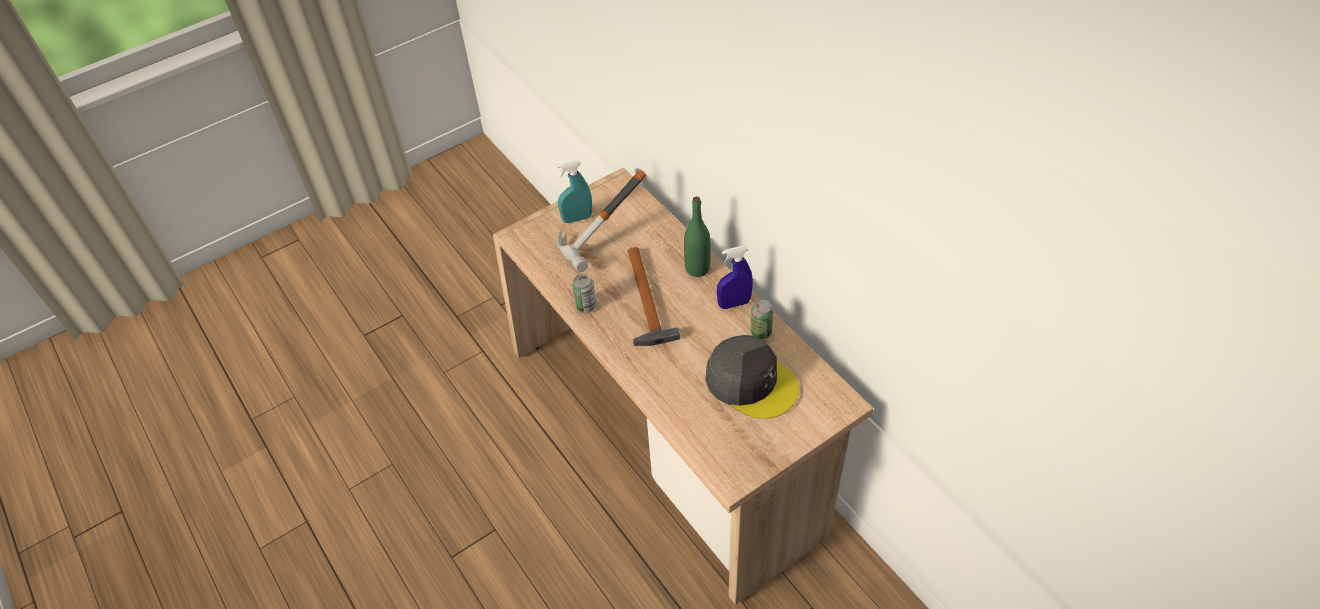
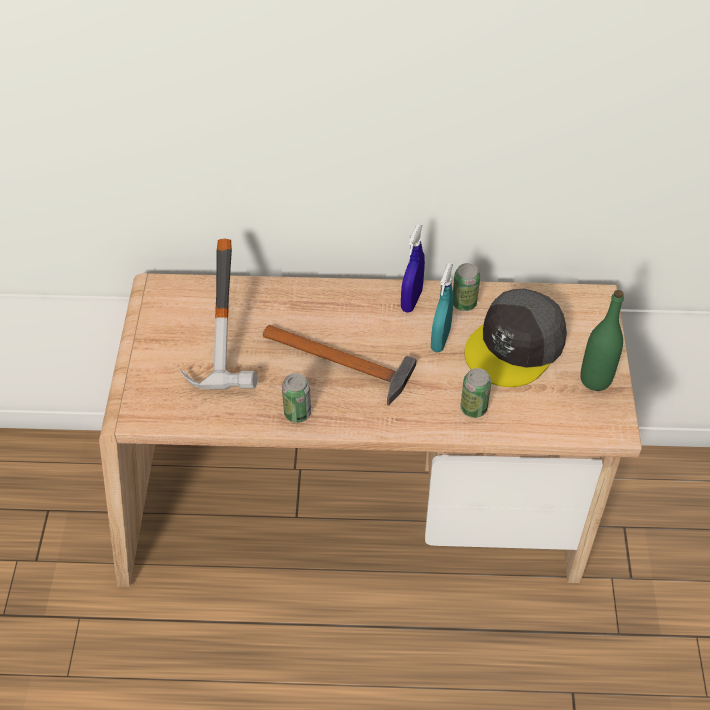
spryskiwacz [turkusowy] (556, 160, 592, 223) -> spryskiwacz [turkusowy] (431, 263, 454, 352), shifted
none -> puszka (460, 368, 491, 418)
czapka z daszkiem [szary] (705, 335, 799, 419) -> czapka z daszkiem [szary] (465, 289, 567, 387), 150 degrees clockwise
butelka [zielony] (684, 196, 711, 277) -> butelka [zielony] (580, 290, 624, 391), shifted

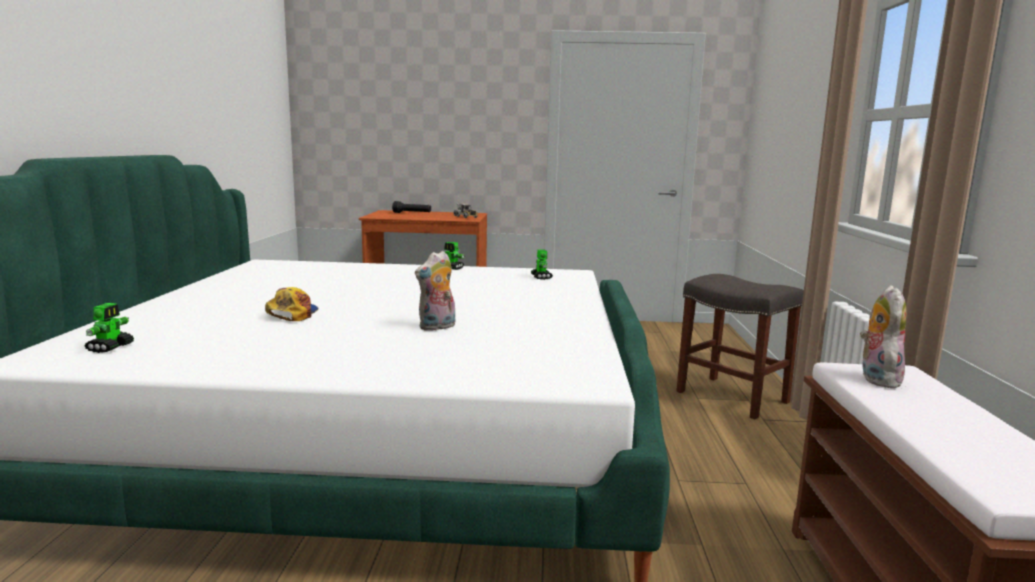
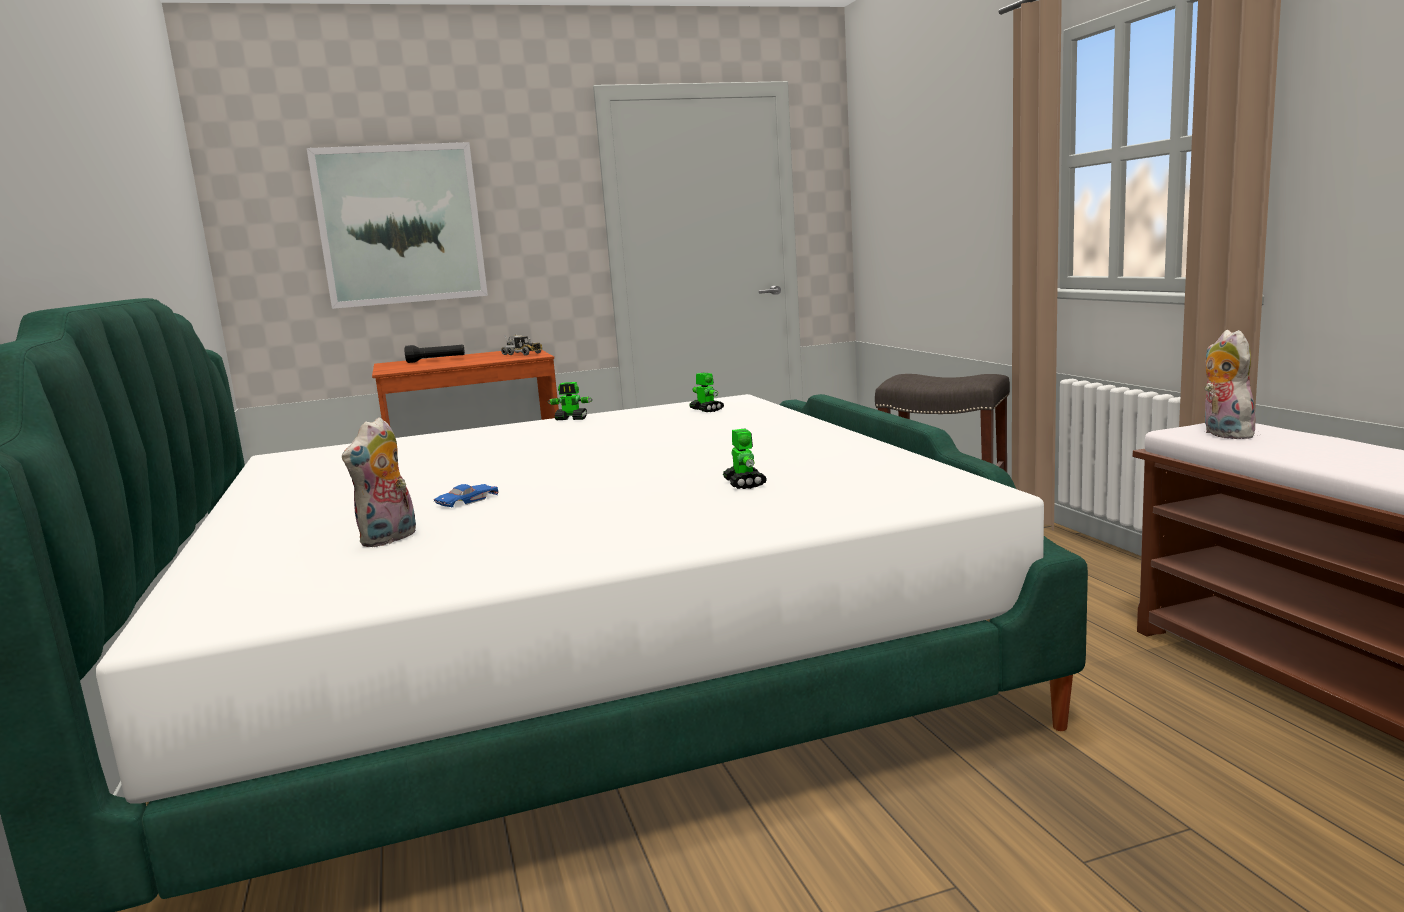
none -> obraz (307, 142, 488, 309)
pluszak (415, 251, 455, 331) -> pluszak (342, 417, 416, 547), shifted
czapka z daszkiem (265, 287, 319, 321) -> samochodzik [niebieski] (434, 484, 499, 507)
robot zabawkowy (84, 303, 134, 353) -> robot zabawkowy (723, 429, 767, 489), shifted

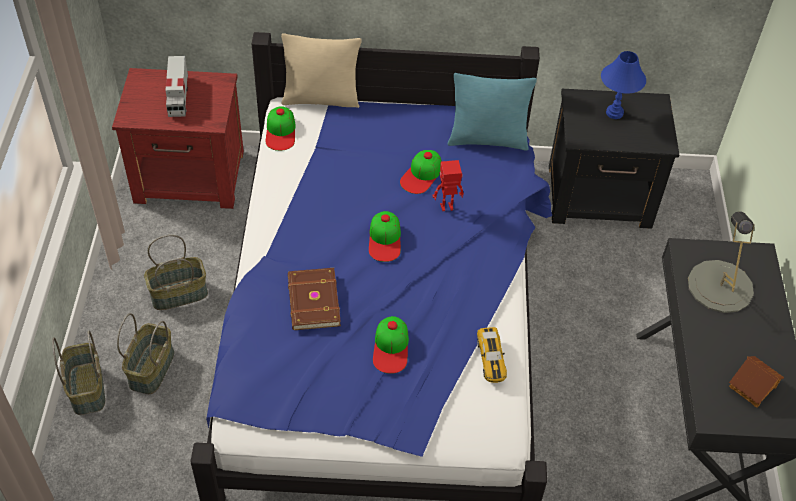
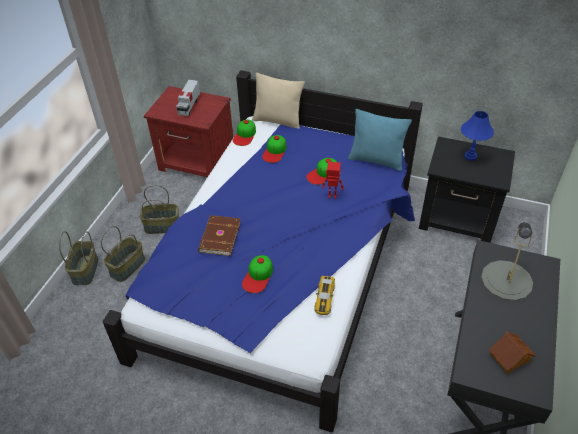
czapka z daszkiem (369, 211, 401, 262) -> czapka z daszkiem (262, 135, 286, 163), shifted

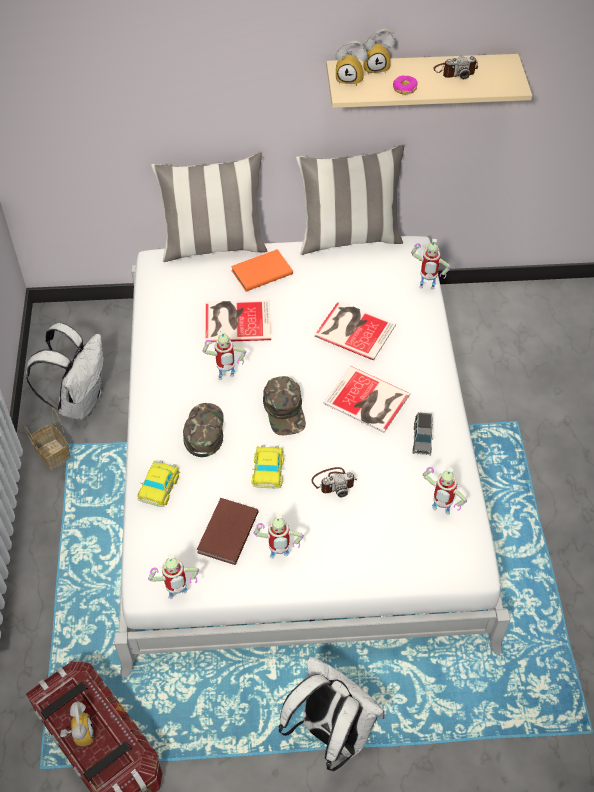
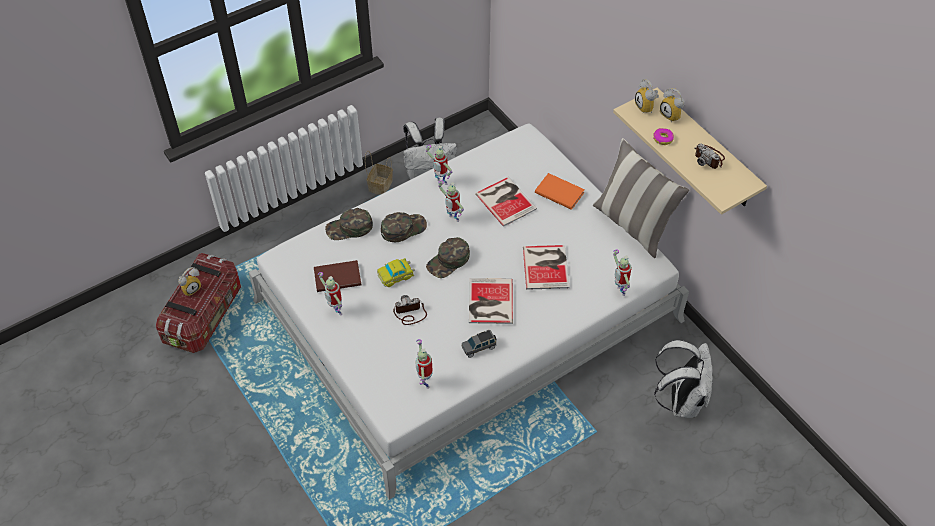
samochodzik (138, 460, 180, 507) -> czapka z daszkiem [zielony] (325, 208, 373, 240)
aparat fotograficzny (311, 467, 357, 497) -> aparat fotograficzny (393, 295, 427, 325), 120 degrees clockwise
robot zabawkowy (148, 553, 199, 599) -> robot zabawkowy (426, 145, 452, 185), shifted
plecak [biały] (279, 656, 385, 771) -> plecak [biały] (654, 340, 712, 418), shifted
poduszka (151, 153, 268, 262) -> none

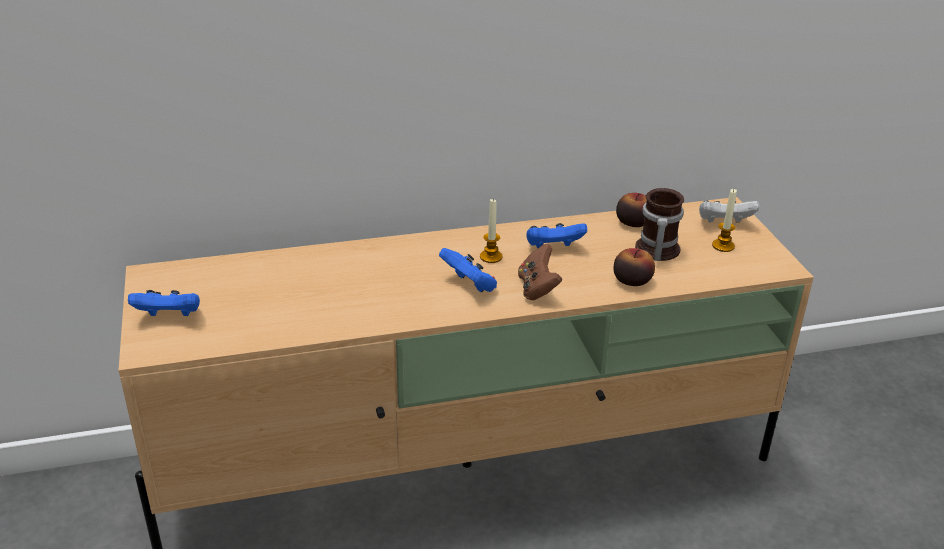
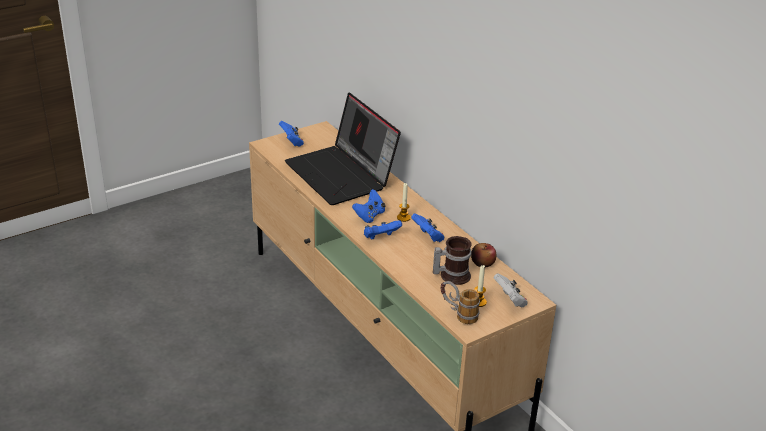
none -> laptop (285, 92, 401, 205)
pad do gier [brązowy] (518, 244, 562, 300) -> pad do gier [niebieski] (364, 220, 402, 240)
none -> kubek (440, 281, 480, 324)
jabłko (614, 248, 655, 286) -> none

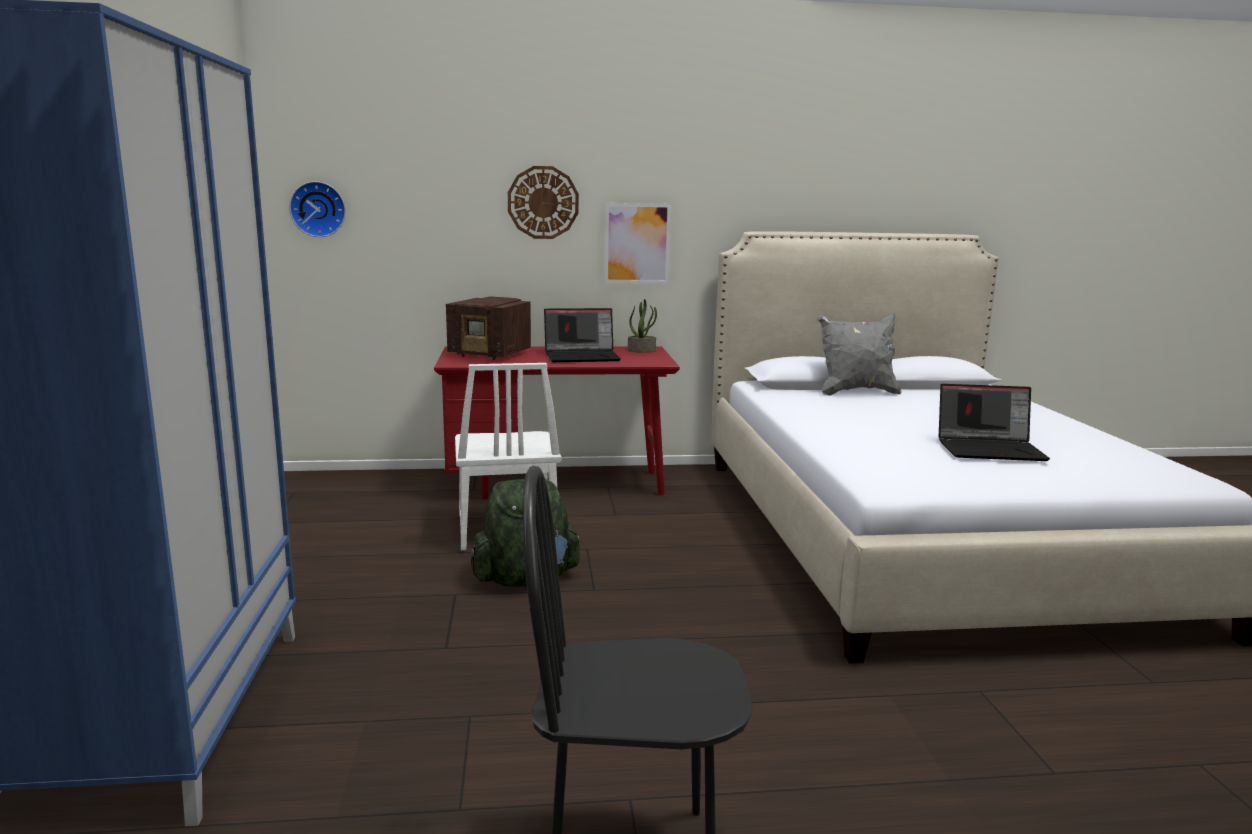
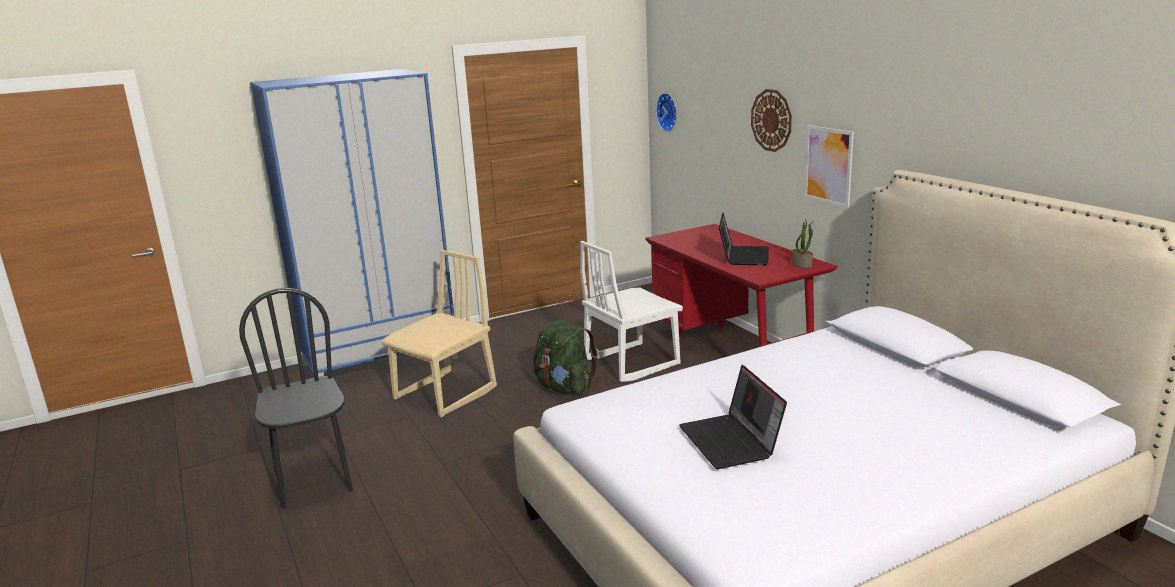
none -> krzesło [beżowy] (381, 250, 497, 417)
laptop (544, 308, 621, 362) -> laptop (719, 213, 769, 265), 135 degrees counterclockwise
radio (446, 296, 531, 360) -> none
poduszka [szary] (817, 314, 901, 396) -> none

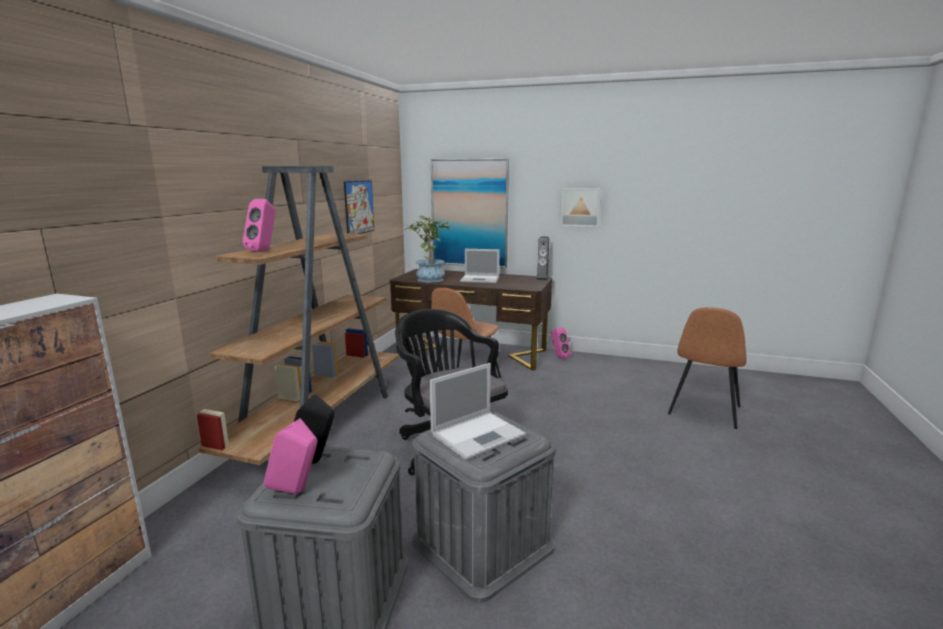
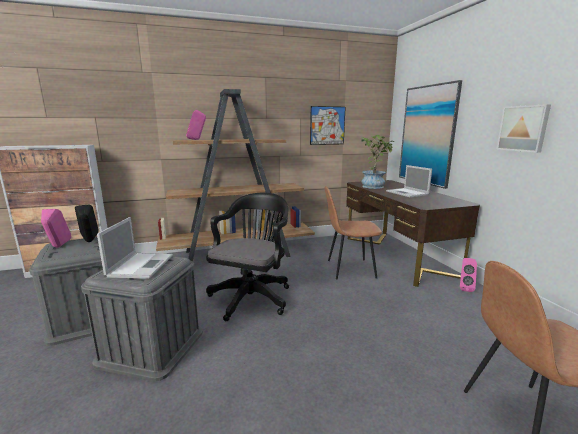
laptop (430, 363, 526, 460) -> laptop (97, 217, 173, 279), 105 degrees counterclockwise
głośnik (536, 236, 549, 280) -> none

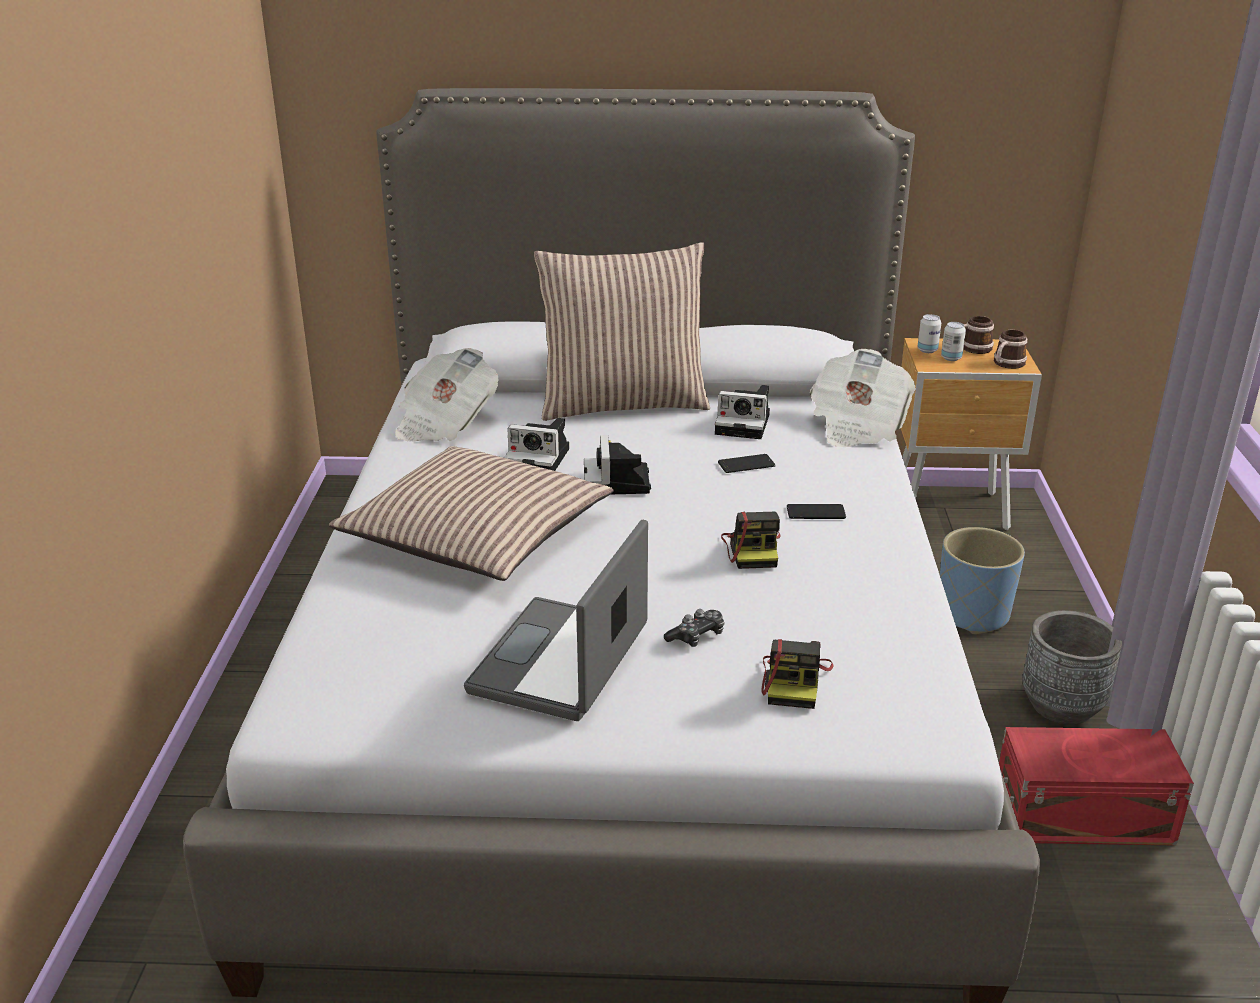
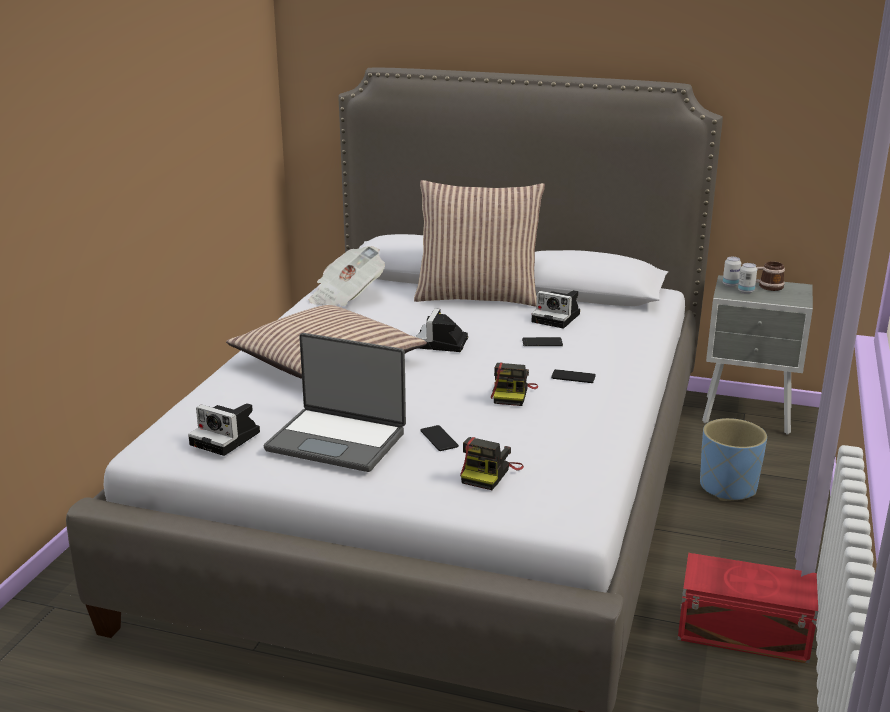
aparat fotograficzny (504, 418, 569, 471) -> aparat fotograficzny (188, 403, 260, 456), shifted
laptop (464, 520, 648, 721) -> laptop (264, 333, 406, 472), 105 degrees counterclockwise
pad do gier (664, 609, 724, 647) -> telefon (421, 425, 459, 451)
szafka nocna [brązowy] (901, 338, 1042, 530) -> szafka nocna [szary] (702, 275, 813, 435)
gazeta (810, 349, 916, 447) -> none
kubek (994, 330, 1027, 369) -> none
donica [szary] (1022, 610, 1122, 725) -> none

